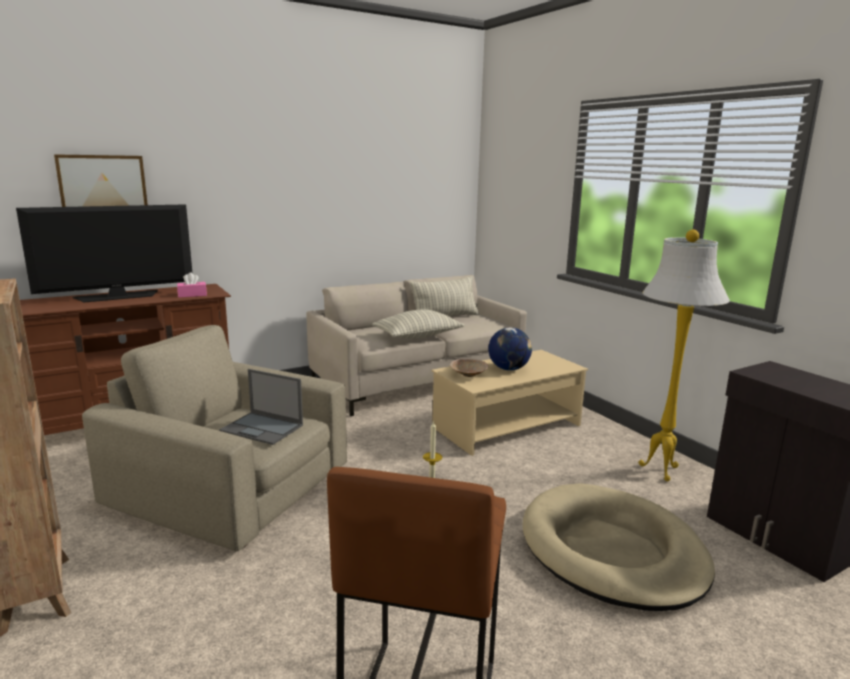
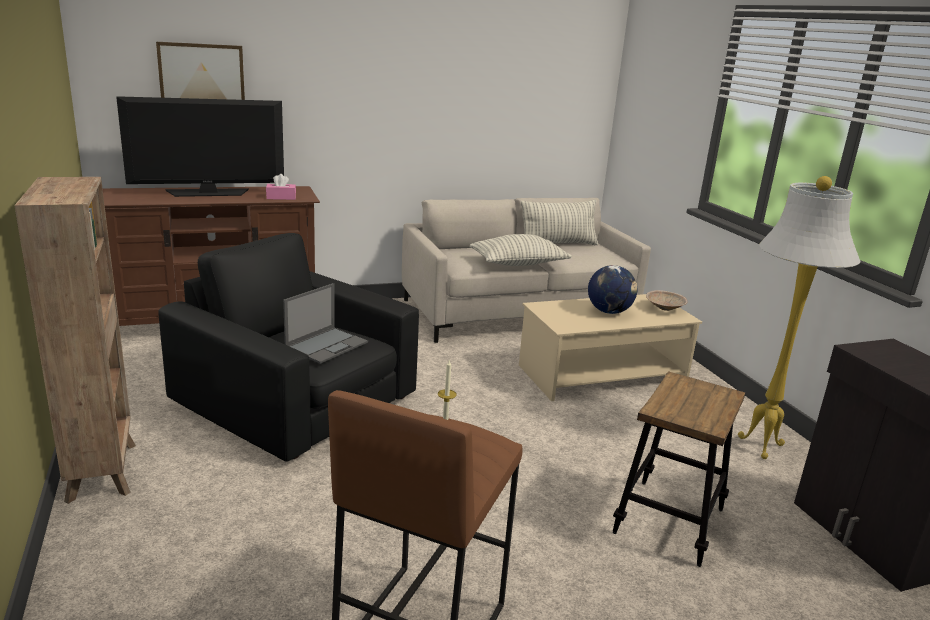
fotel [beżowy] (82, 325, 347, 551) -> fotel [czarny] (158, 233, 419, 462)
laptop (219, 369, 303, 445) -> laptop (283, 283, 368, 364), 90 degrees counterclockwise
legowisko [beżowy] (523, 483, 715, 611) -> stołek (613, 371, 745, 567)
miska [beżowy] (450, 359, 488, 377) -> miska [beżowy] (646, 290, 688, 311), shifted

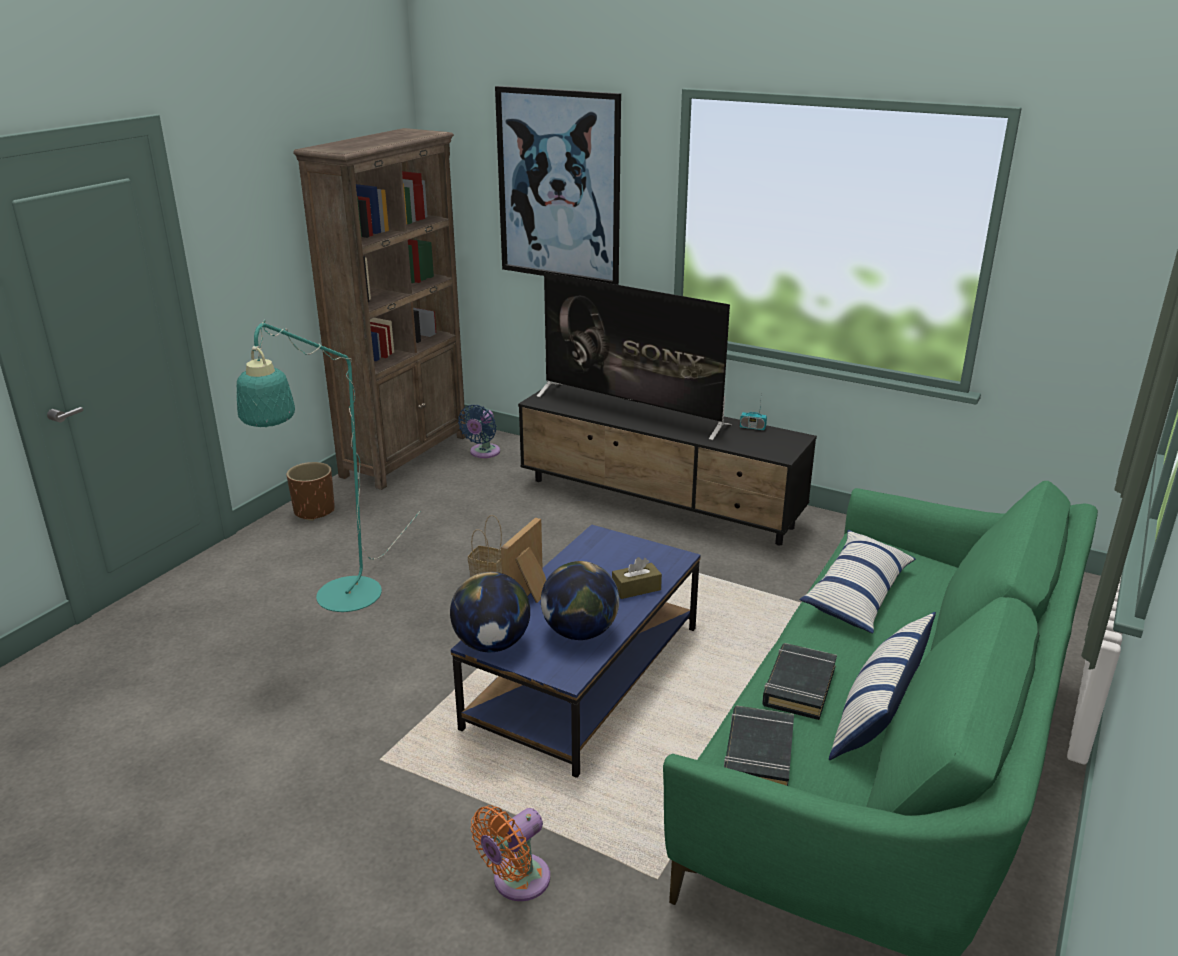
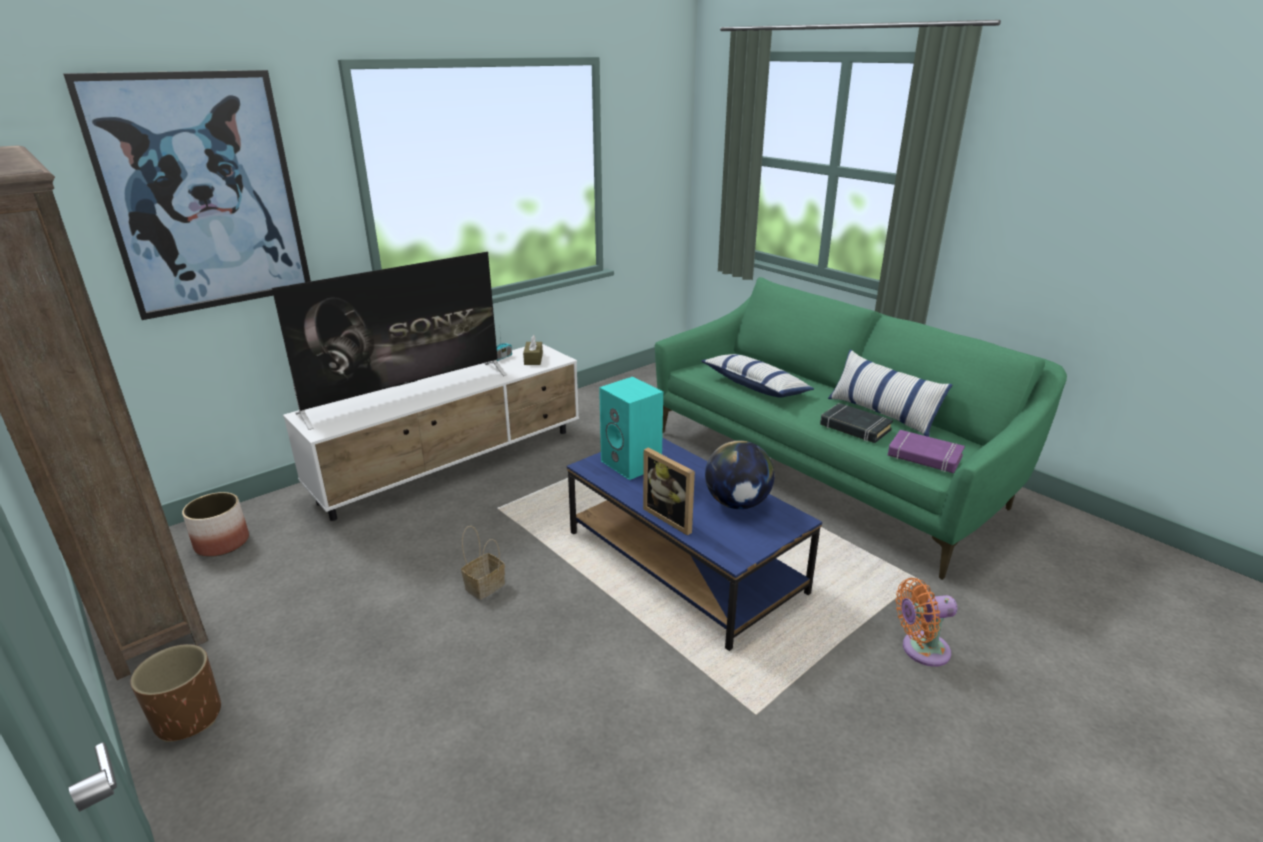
wentylator [niebieski] (458, 405, 500, 458) -> donica (182, 492, 249, 557)
szafka pod telewizor [czarny] (518, 382, 817, 545) -> szafka pod telewizor [biały] (283, 344, 579, 521)
pudełko chusteczek [brązowy] (612, 557, 662, 599) -> pudełko chusteczek [brązowy] (523, 335, 543, 365), shifted
none -> głośnik [turkusowy] (599, 377, 663, 480)
książka [czarny] (724, 706, 794, 786) -> książka [fioletowy] (888, 430, 965, 473)
wentylator [pomarańczowy] (471, 805, 550, 901) -> wentylator [pomarańczowy] (896, 578, 957, 667), 105 degrees clockwise
lampa stojąca [turkusowy] (237, 319, 420, 612) -> none
globus (450, 572, 530, 652) -> none

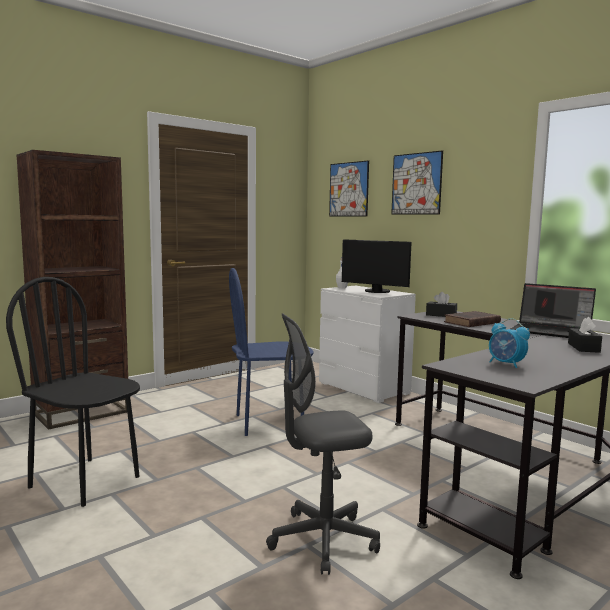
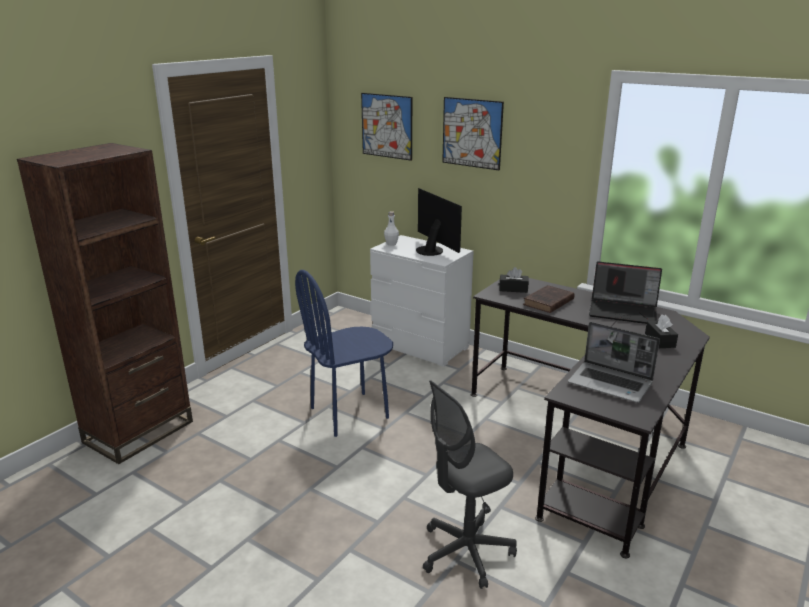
monitor (342, 239, 411, 293) -> monitor (416, 188, 462, 256), 135 degrees counterclockwise
budzik (489, 318, 530, 368) -> laptop (568, 322, 660, 403)
krzesło [czarny] (6, 277, 140, 507) -> none

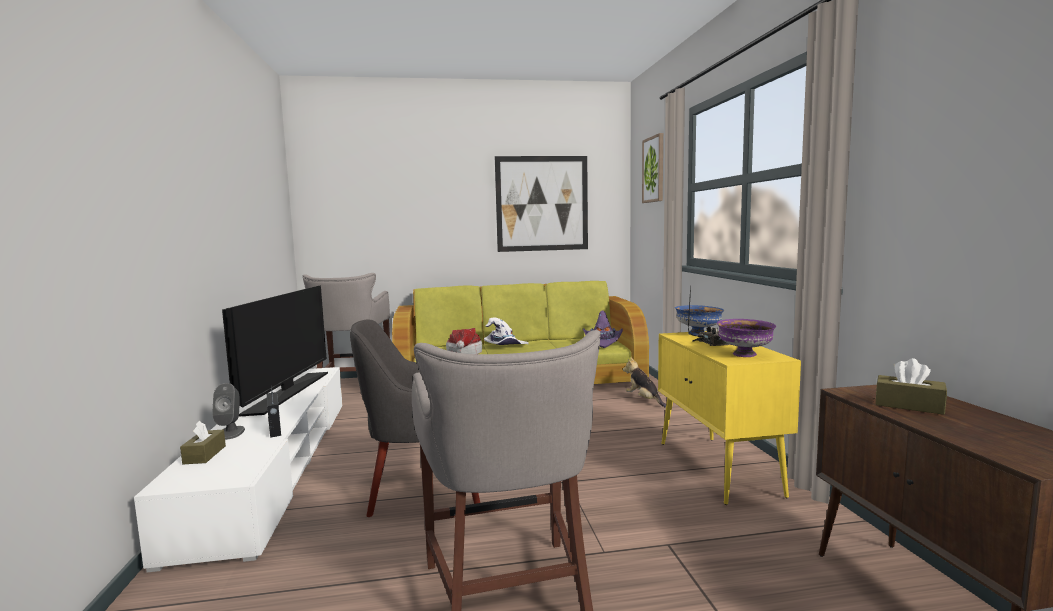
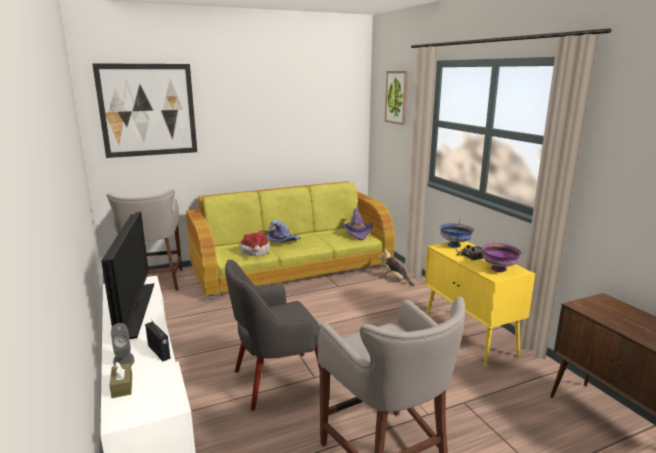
obraz (495, 156, 588, 252) -> obraz (92, 63, 197, 158), shifted
kapelusz [biały] (484, 317, 529, 345) -> kapelusz [fioletowy] (266, 220, 301, 243)
pudełko chusteczek [brązowy] (876, 358, 947, 415) -> none

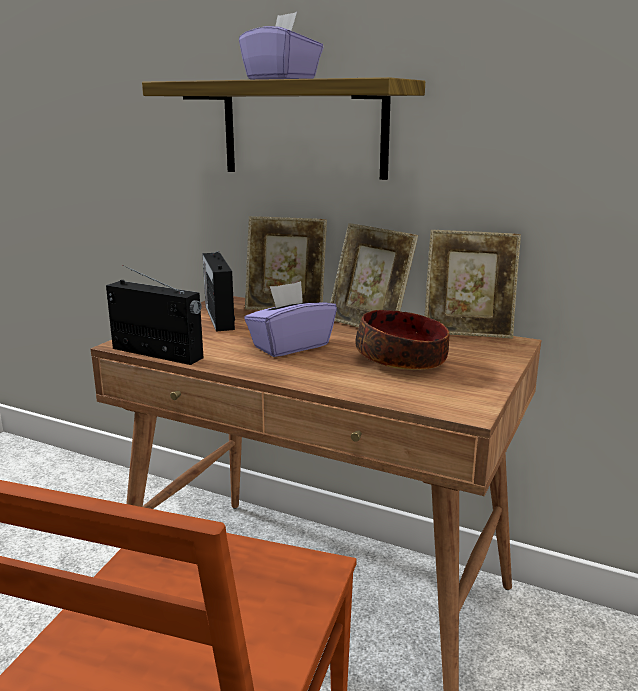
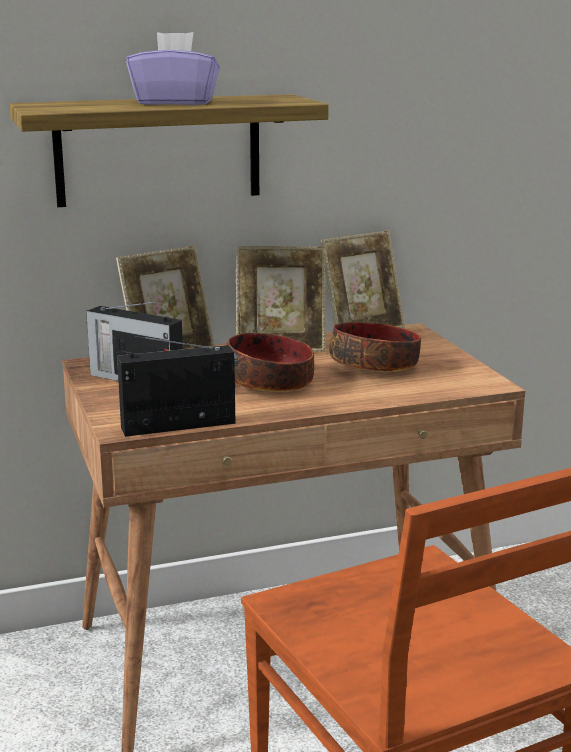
pudełko chusteczek [fioletowy] (244, 281, 337, 357) -> miska (227, 333, 314, 392)

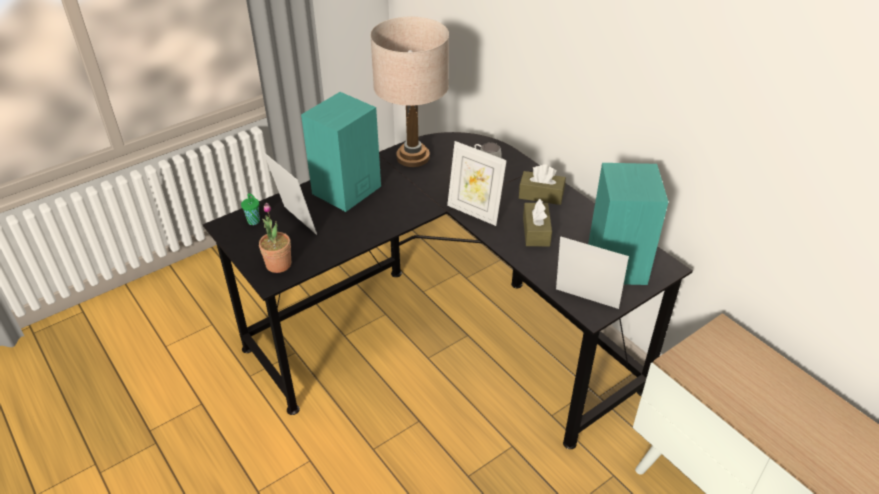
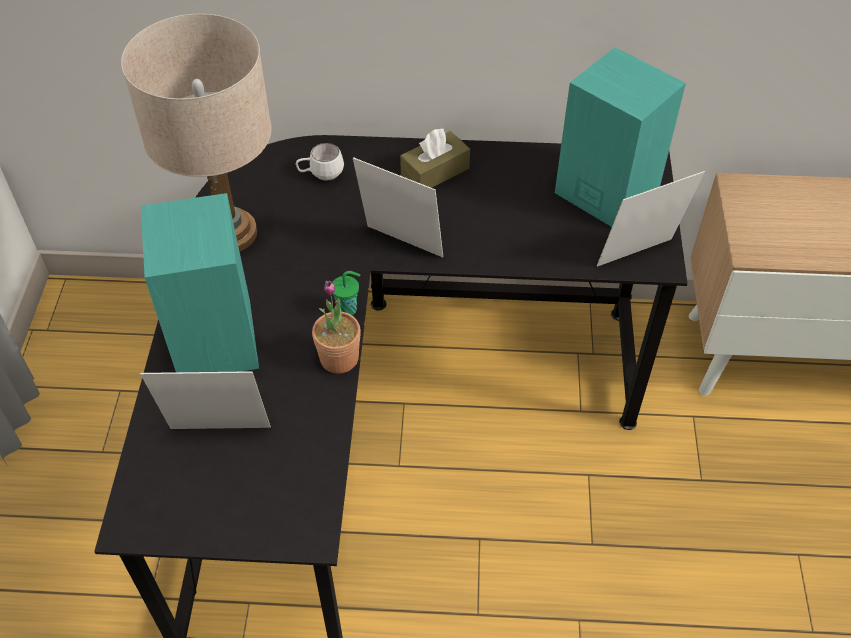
roślina doniczkowa (259, 203, 291, 273) -> roślina doniczkowa (312, 281, 361, 374), shifted
filiżanka [zielony] (241, 193, 260, 225) -> filiżanka [zielony] (332, 271, 361, 315), shifted
ramka na zdjęcie (447, 141, 507, 226) -> ramka na zdjęcie (353, 157, 443, 257), 135 degrees counterclockwise
pudełko chusteczek [brązowy] (523, 199, 552, 247) -> none

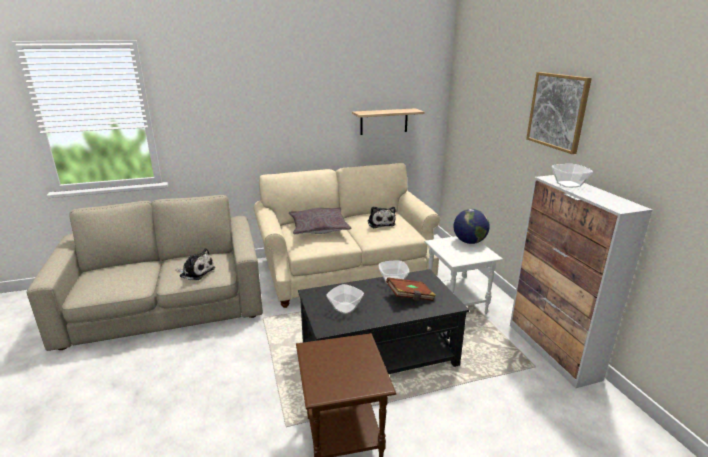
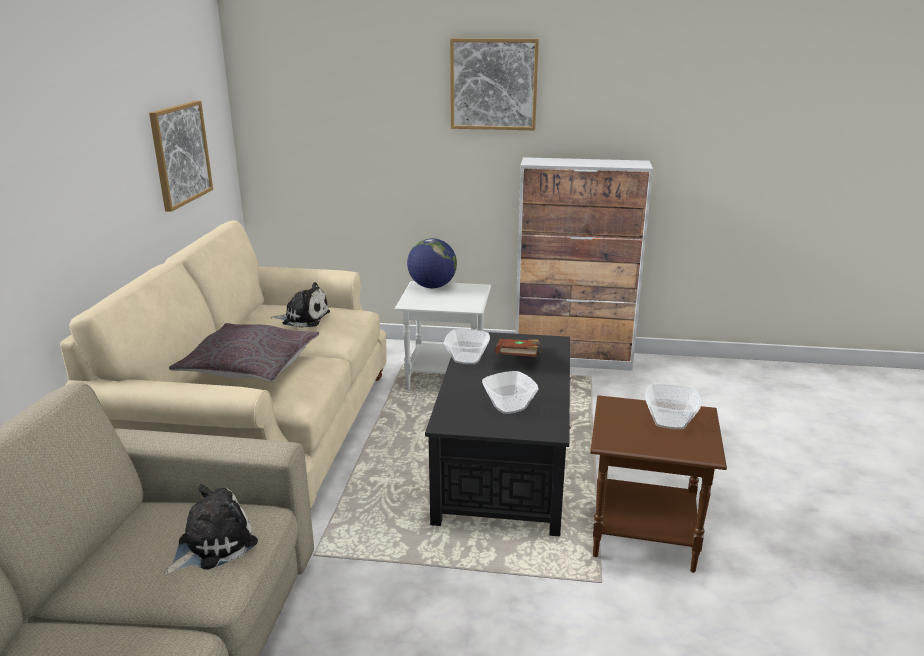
półka (352, 108, 425, 135) -> obraz (149, 101, 213, 212)
miska (551, 164, 593, 188) -> miska (645, 384, 701, 429), shifted

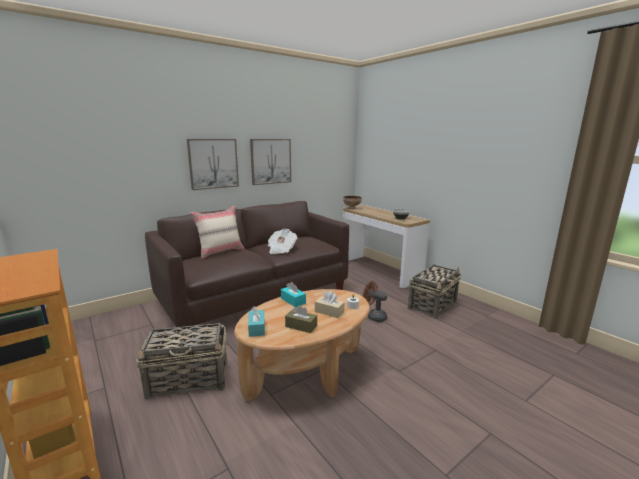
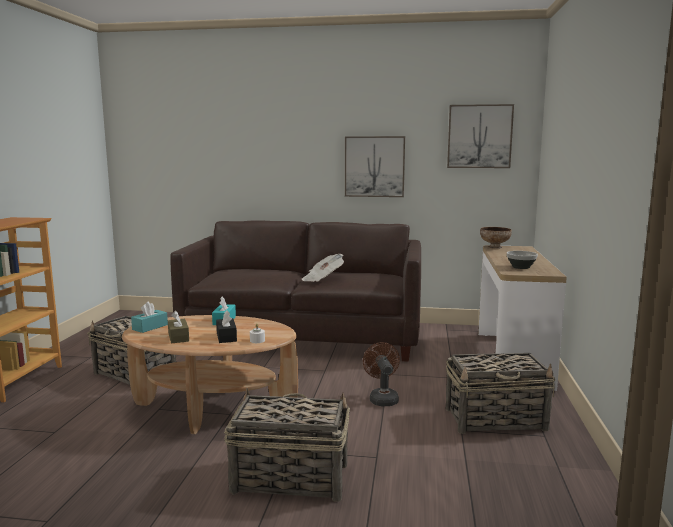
pudełko chusteczek [beżowy] (315, 291, 344, 318) -> pudełko chusteczek [czarny] (216, 311, 237, 343)
none -> koszyk (224, 388, 350, 502)
obraz (187, 139, 239, 190) -> obraz (447, 104, 514, 168), shifted
poduszka [beżowy] (191, 206, 245, 259) -> none

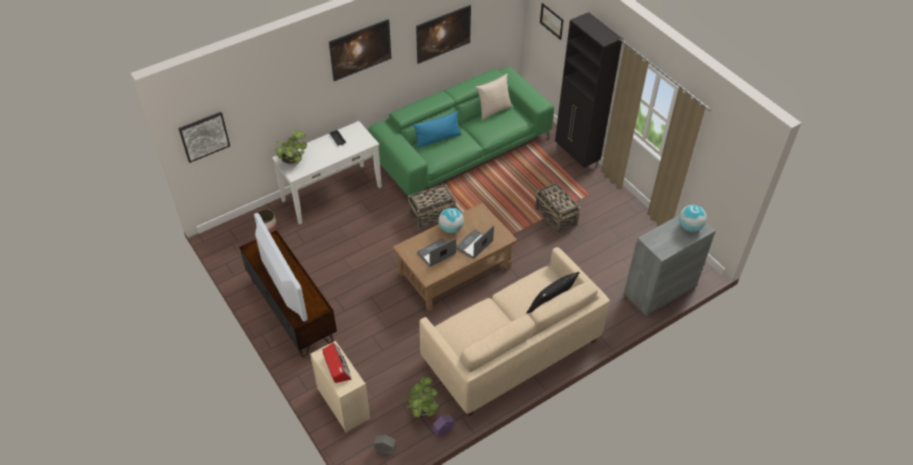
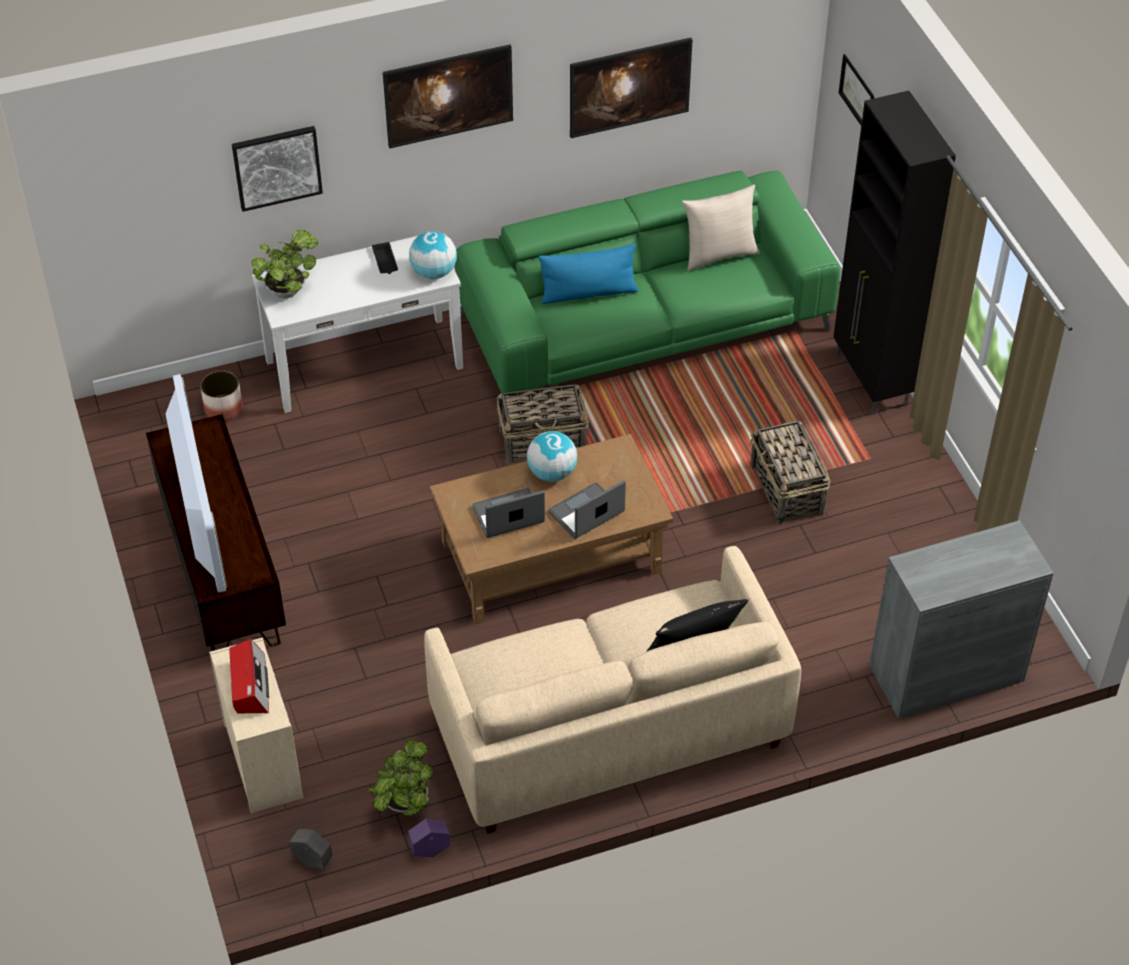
obraz (178, 112, 230, 163) -> obraz (232, 126, 323, 212), shifted
globus (679, 205, 707, 232) -> globus (409, 231, 457, 279), shifted

